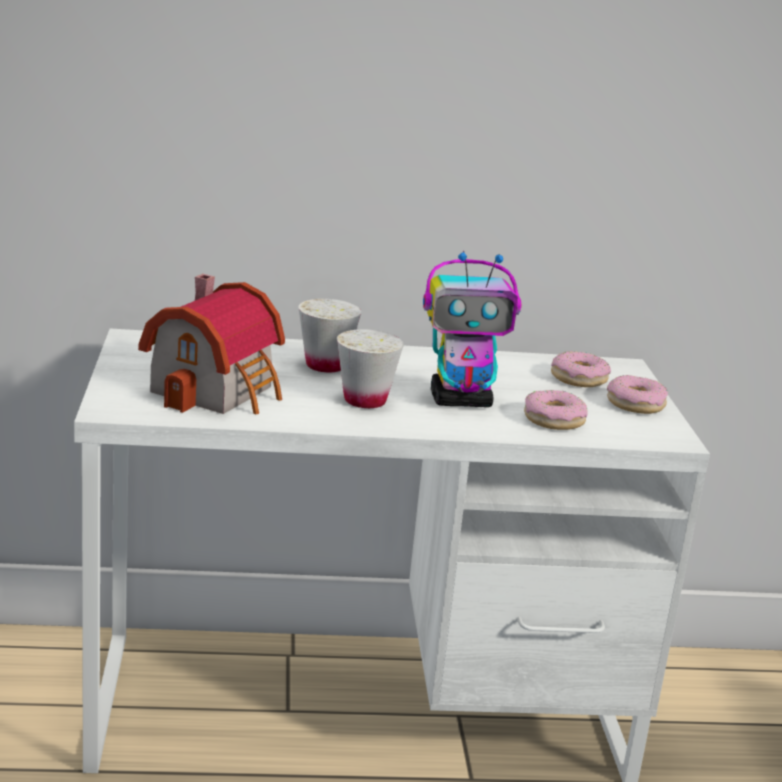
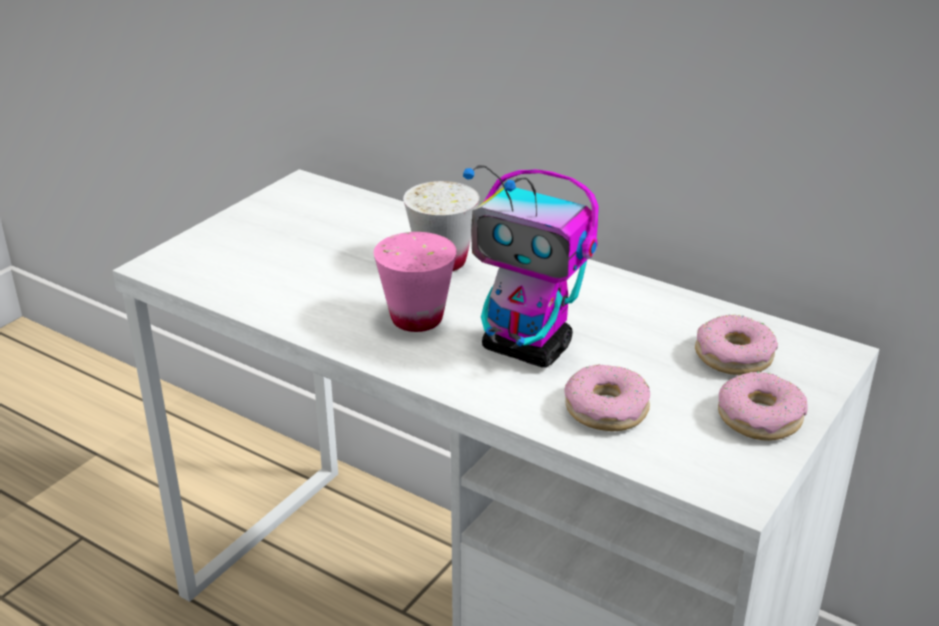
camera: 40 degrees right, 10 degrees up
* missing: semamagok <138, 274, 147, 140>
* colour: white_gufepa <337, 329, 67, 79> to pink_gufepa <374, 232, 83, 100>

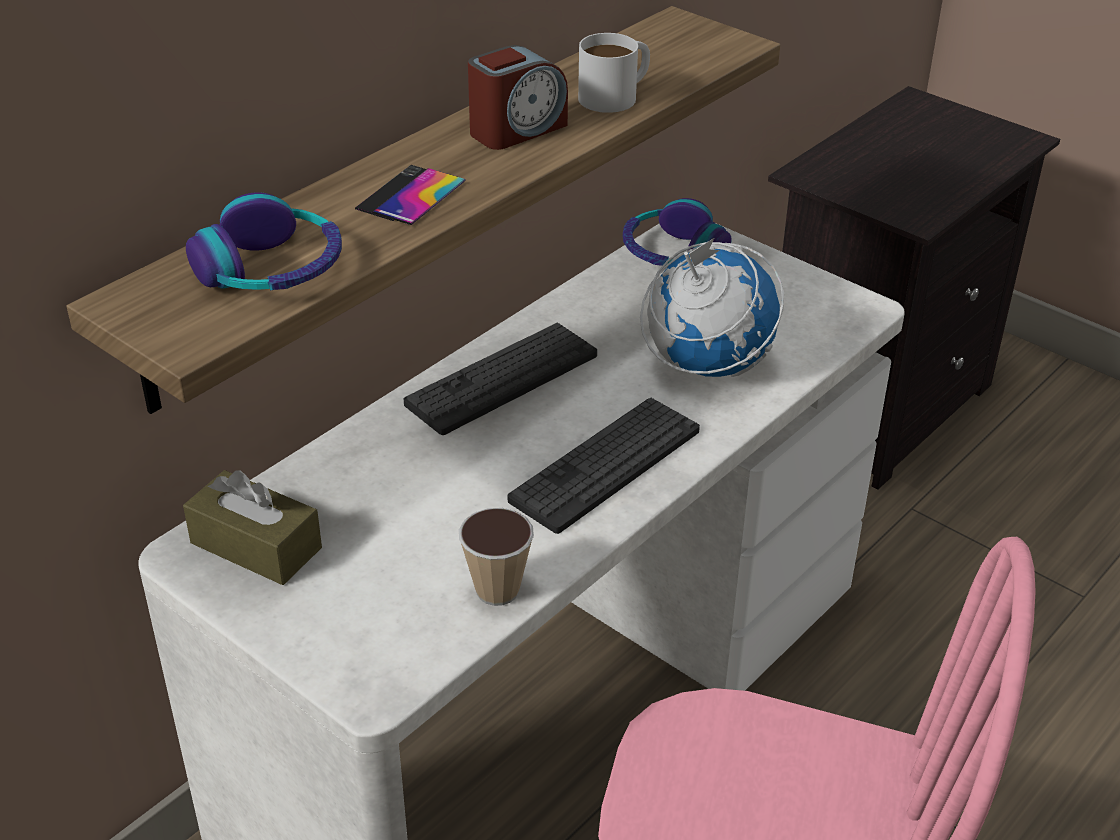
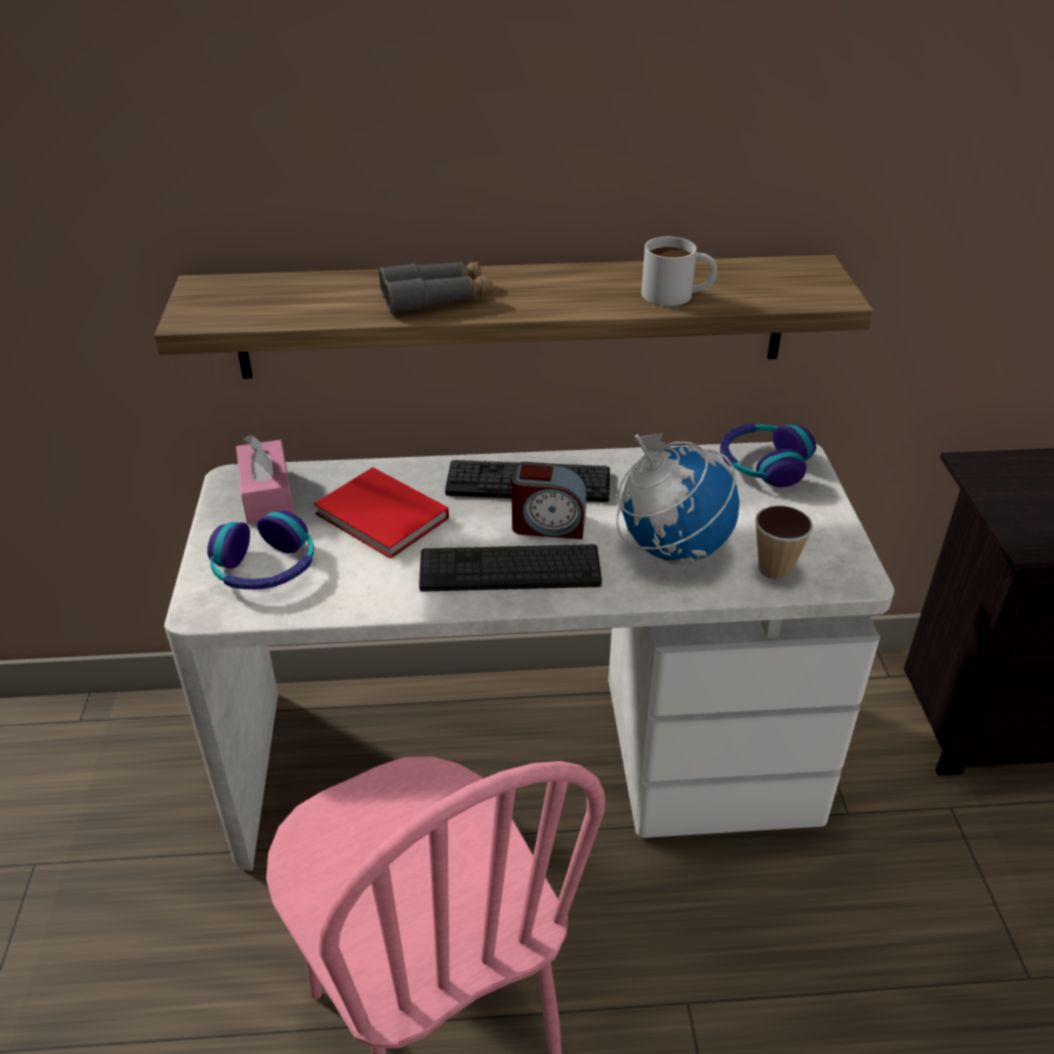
camera: 45 degrees right, 0 degrees up
* colour: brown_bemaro <183, 470, 139, 115> to pink_bemaro <236, 434, 58, 91>
* relocated: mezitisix <186, 192, 156, 98> to <207, 511, 107, 79>
* exchanged: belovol <355, 165, 111, 60> to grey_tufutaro <379, 262, 114, 52>
* relocated: gufepa <459, 508, 75, 98> to <755, 506, 58, 74>
* relocated: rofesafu <468, 45, 100, 105> to <512, 462, 75, 77>
* appeared: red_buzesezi <314, 467, 135, 92>

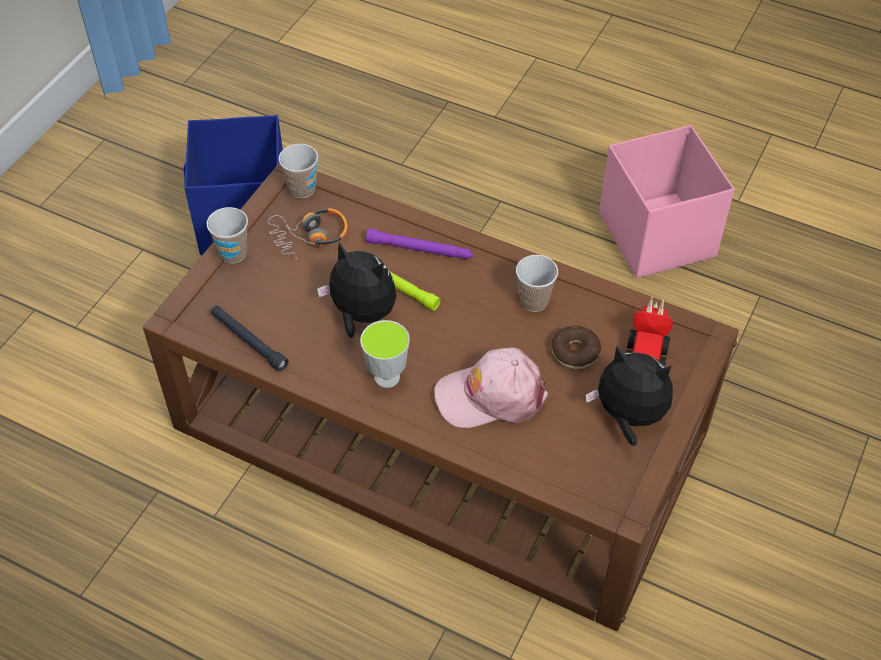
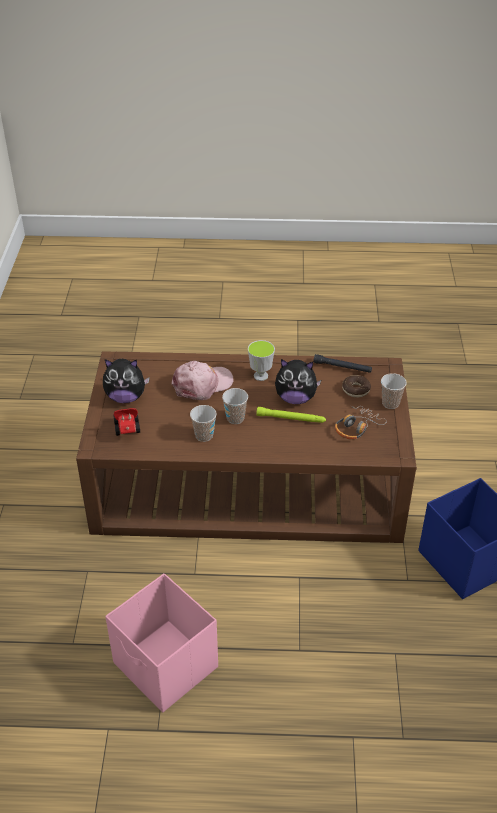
camera: 155 degrees right, 10 degrees down
* relocated: gufepa <279, 144, 39, 54> to <222, 388, 26, 36>
* missing: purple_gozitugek <366, 228, 107, 31>
* relocated: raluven <552, 326, 49, 43> to <342, 375, 29, 23>

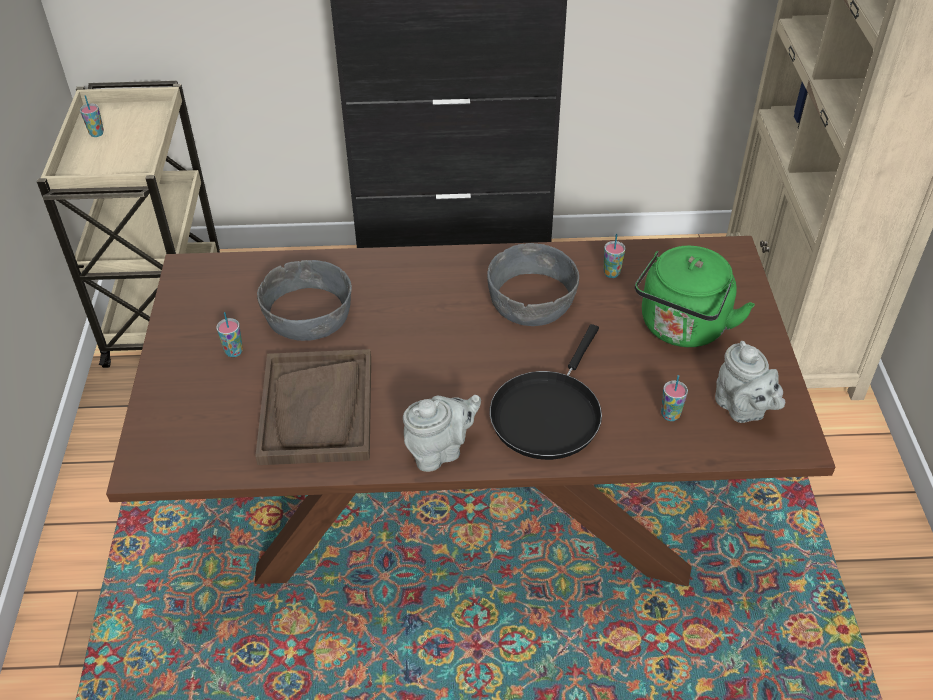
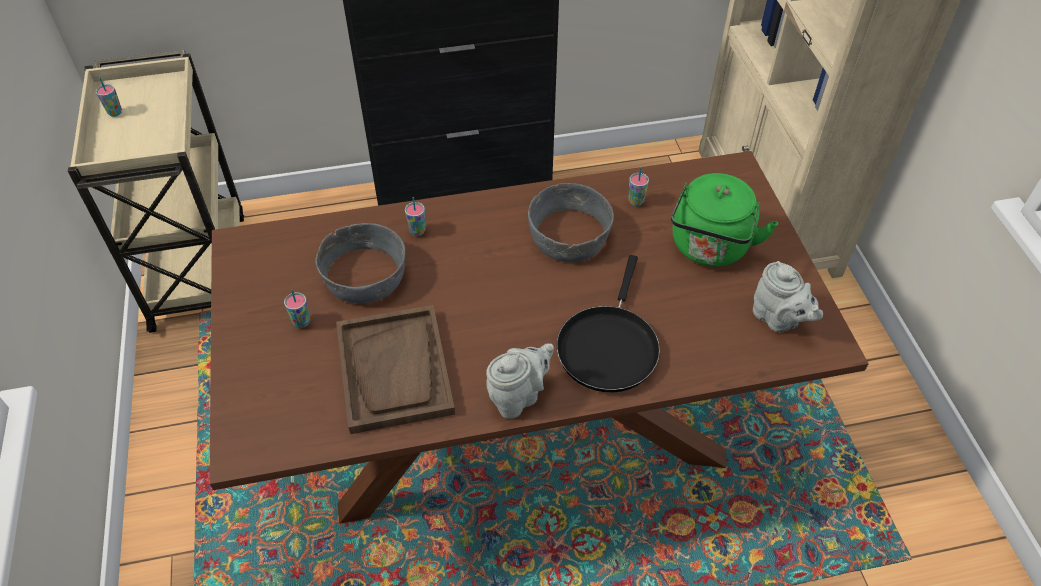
camera: 10 degrees left, 5 degrees up
* relocated: gufepa <661, 375, 27, 46> to <405, 197, 20, 39>

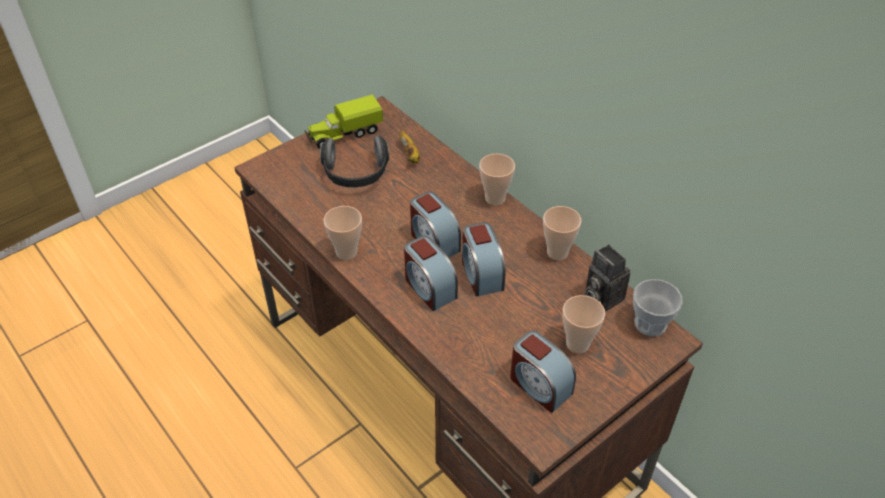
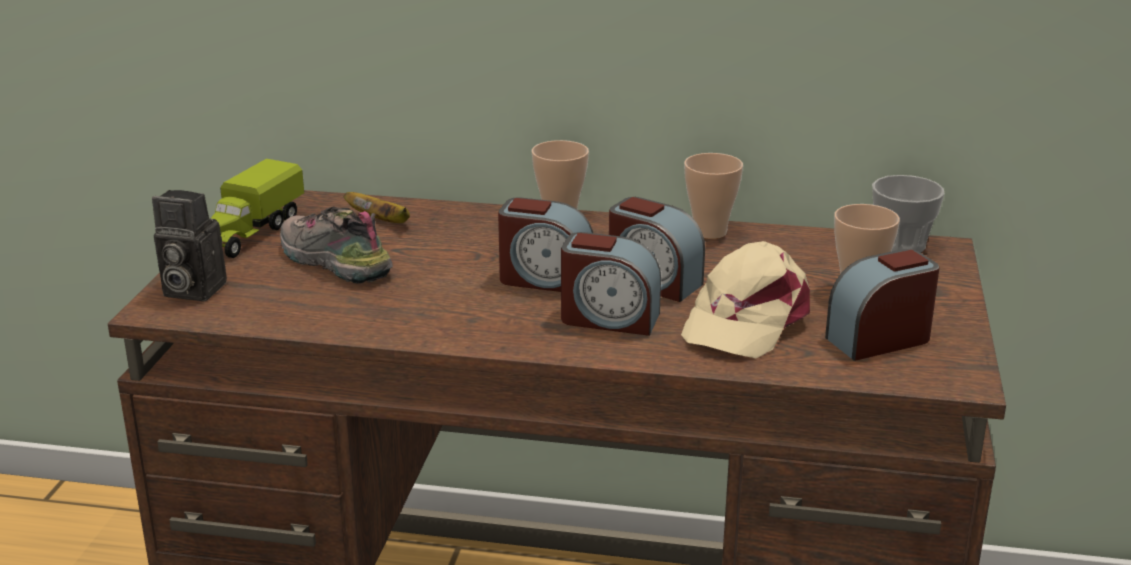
camera: 40 degrees left, 20 degrees down
* exchanged: mezitisix <320, 135, 69, 52> to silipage <280, 206, 113, 78>
* missing: gufepa <324, 206, 38, 54>
* spun: rofesafu <510, 331, 66, 82> = <825, 249, 114, 112> 150 degrees clockwise
* relocated: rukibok <585, 245, 45, 67> to <152, 190, 75, 111>
* appeared: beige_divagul <681, 241, 129, 117>

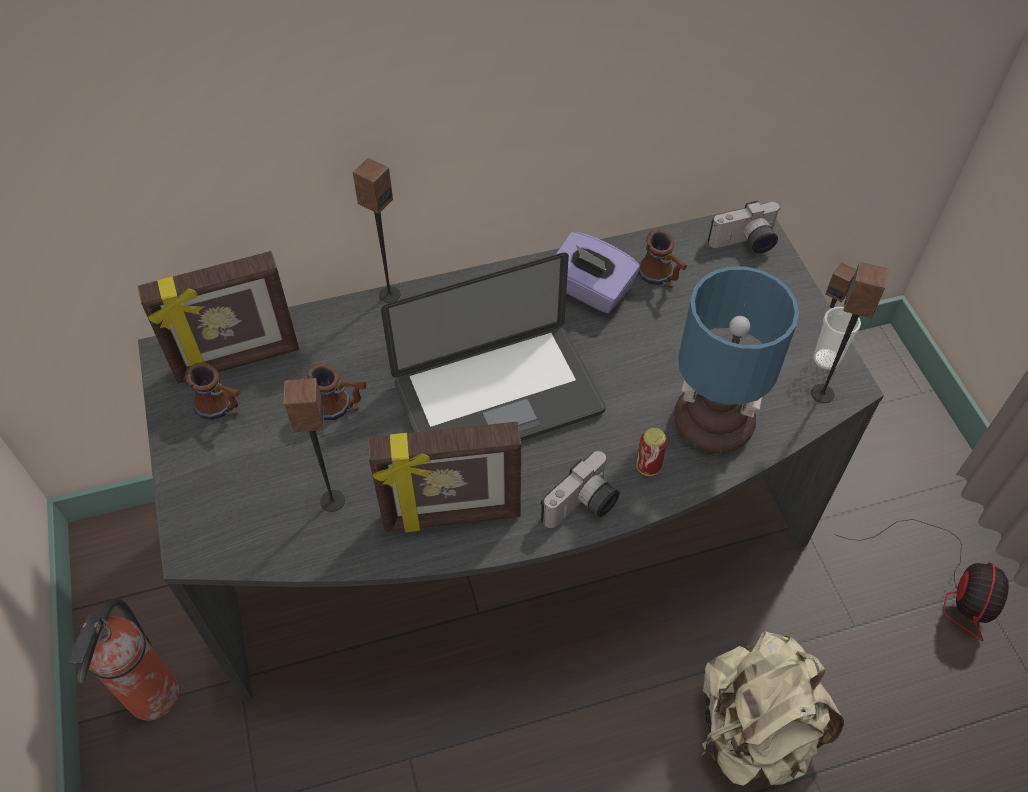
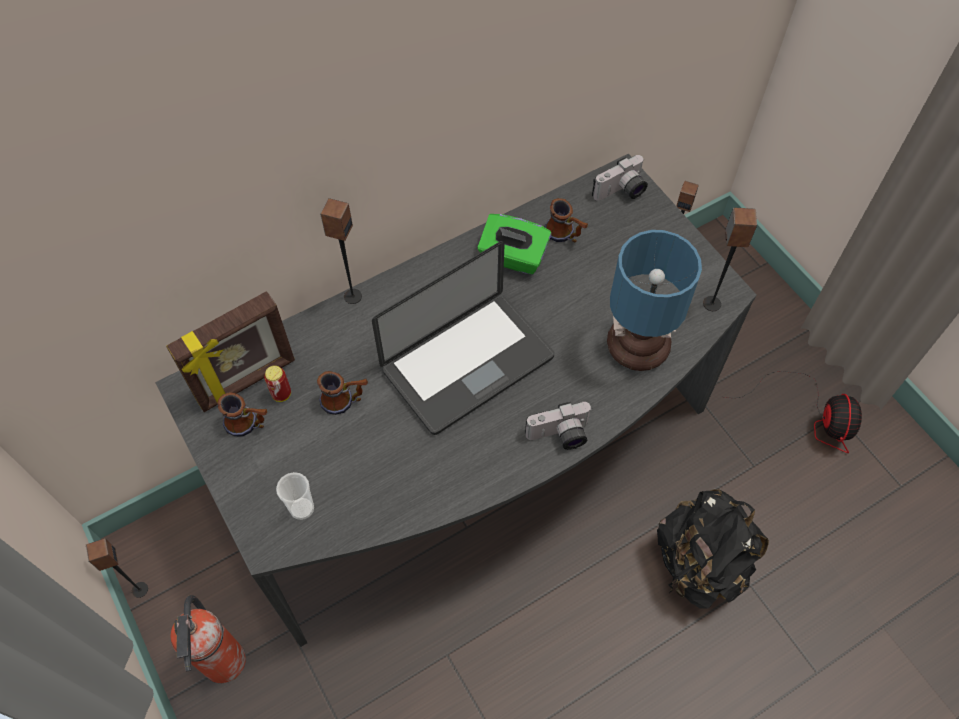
camera: 15 degrees left, 5 degrees up
* relocated: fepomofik <284, 378, 61, 134> to <86, 538, 62, 60>
* missing: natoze <368, 422, 153, 110>
* spun: rukibok <541, 451, 79, 77> = <525, 402, 67, 48> 45 degrees clockwise
* colour: purple_bemaro <556, 232, 84, 82> to green_bemaro <477, 214, 74, 61>
* relocated: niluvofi <636, 428, 31, 48> to <264, 366, 27, 36>
* colour: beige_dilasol <701, 631, 143, 155> to black_dilasol <657, 489, 112, 120>
* relocated: gufepa <813, 307, 48, 63> to <276, 472, 38, 48>

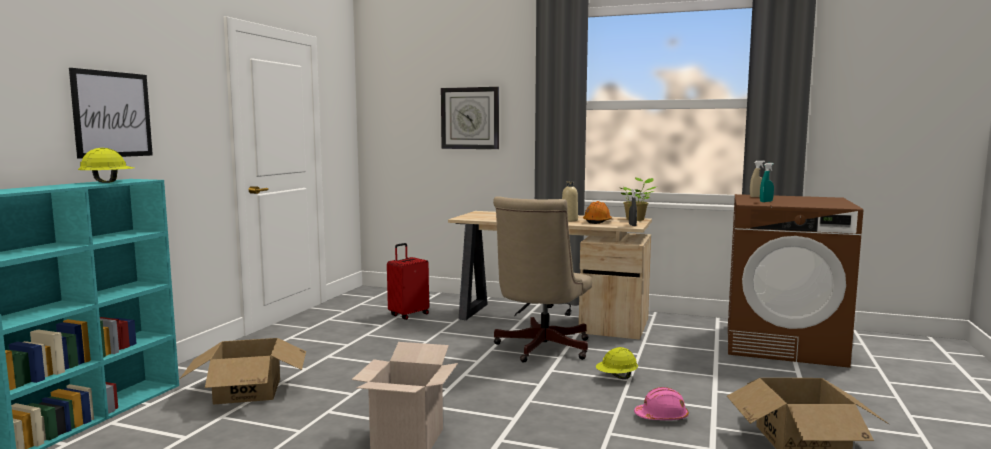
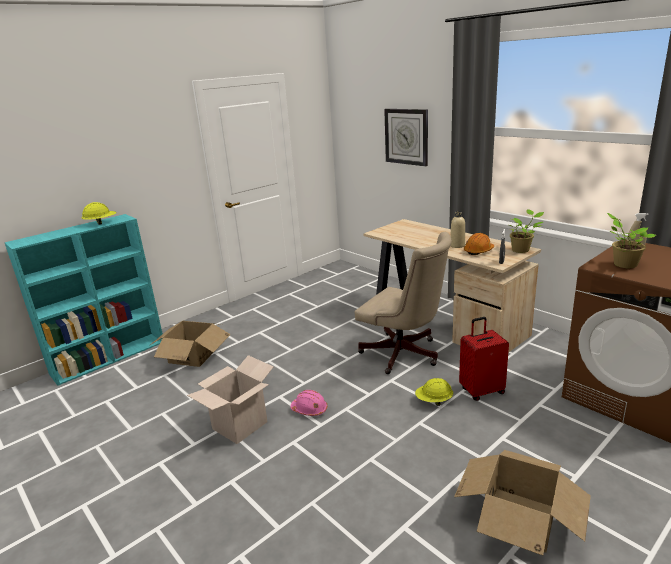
camera: 30 degrees right, 15 degrees up
* missing: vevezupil <69, 68, 84, 91>
* relocated: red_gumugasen <387, 243, 42, 77> to <459, 317, 50, 84>
* spun: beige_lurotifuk <493, 196, 99, 167> = <355, 232, 97, 142> 105 degrees counterclockwise
* relocated: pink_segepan <634, 387, 55, 33> to <290, 390, 38, 26>
* exchanged: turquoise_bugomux <760, 163, 14, 39> to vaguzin <607, 213, 49, 55>

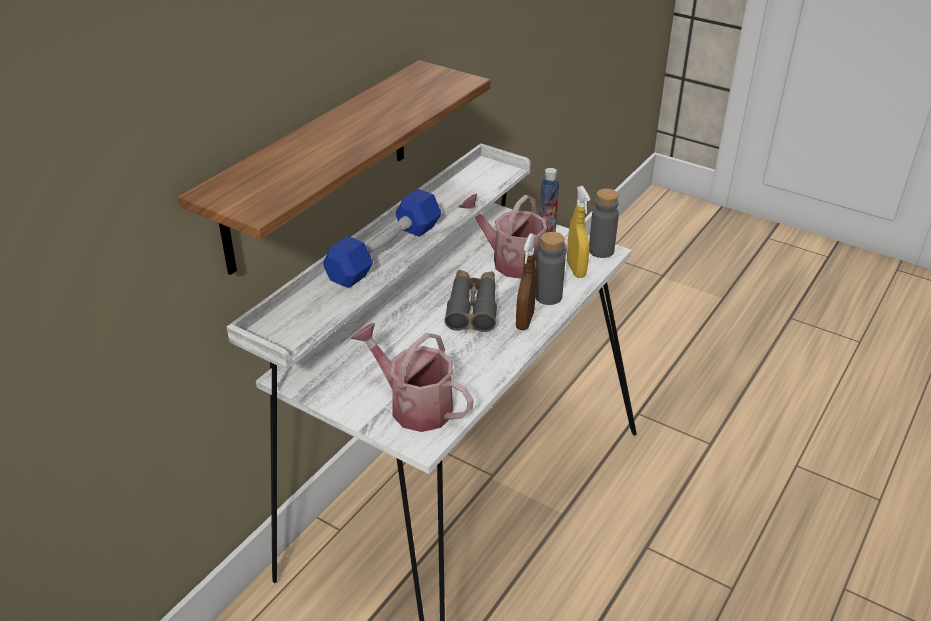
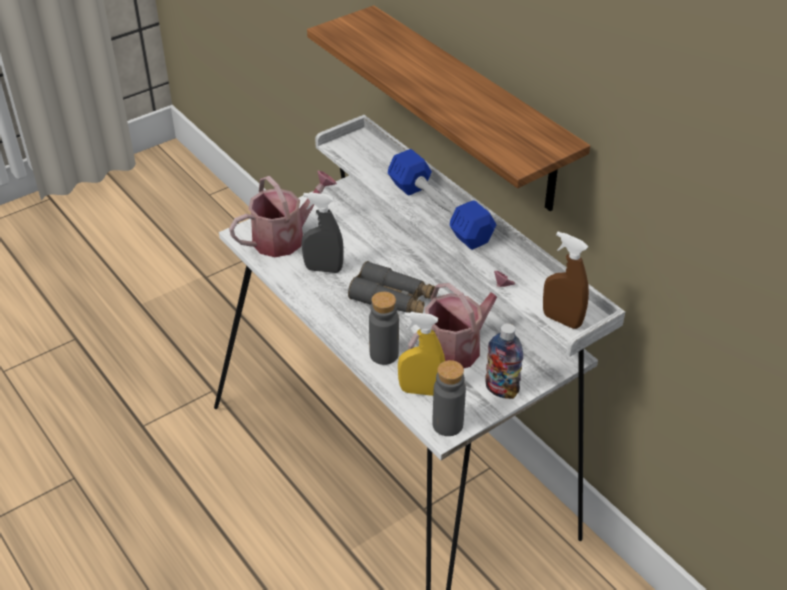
camera: 110 degrees right, 5 degrees up
* relocated: brown_bugomux <516, 234, 20, 96> to <543, 231, 46, 98>
* appeared: grey_bugomux <301, 192, 43, 81>

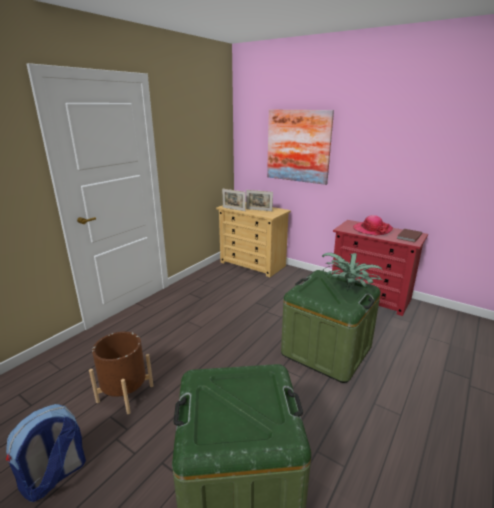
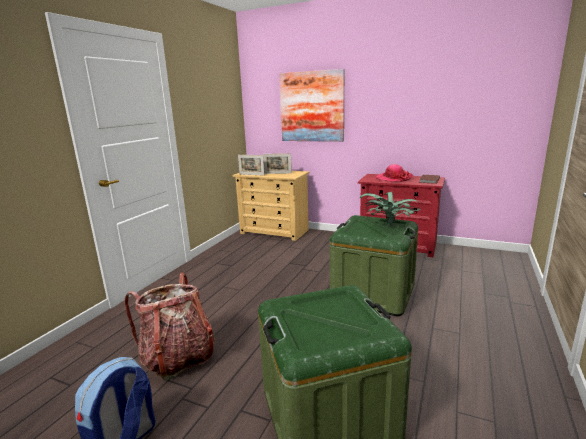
camera: 10 degrees left, 5 degrees down
* exchanged: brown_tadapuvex <89, 332, 64, 82> to dilasol <124, 273, 91, 107>

